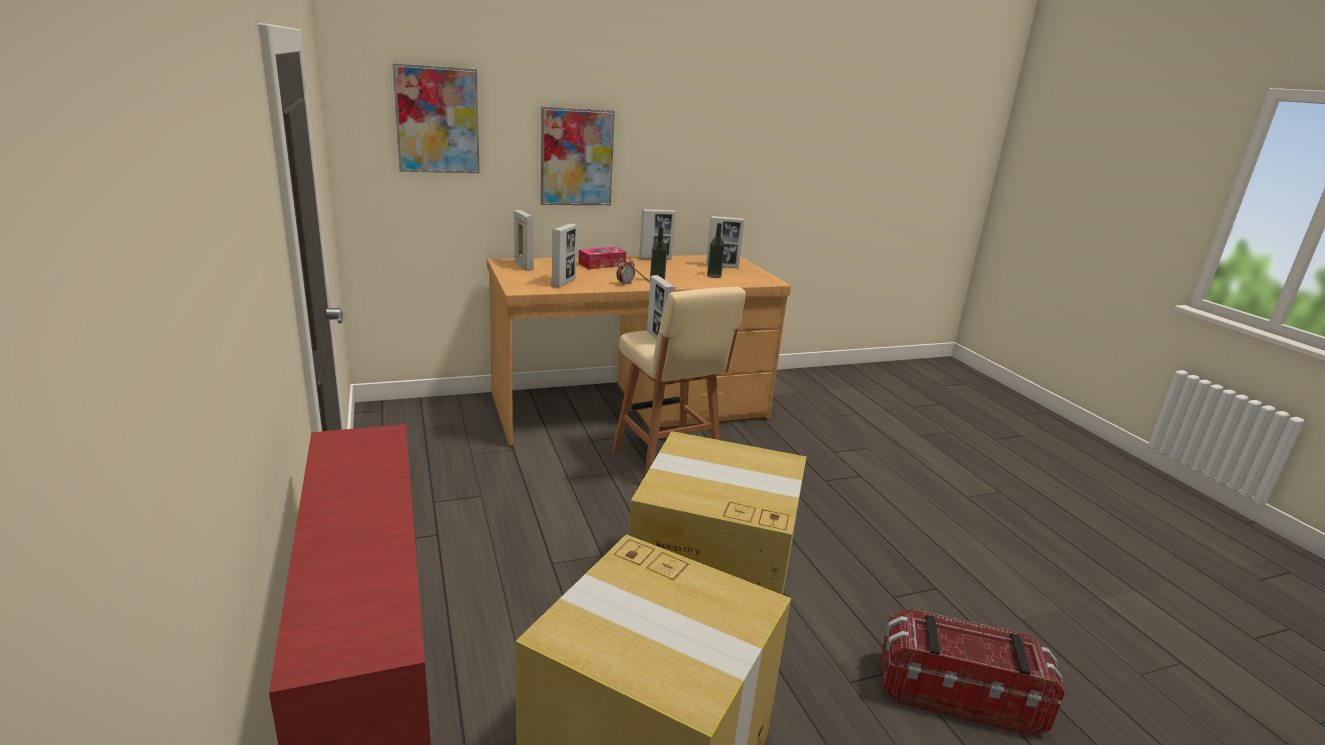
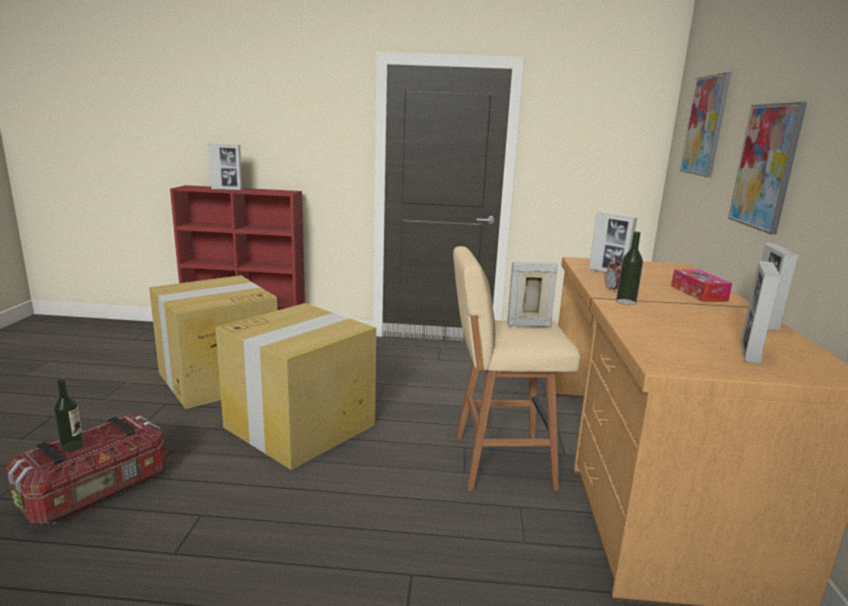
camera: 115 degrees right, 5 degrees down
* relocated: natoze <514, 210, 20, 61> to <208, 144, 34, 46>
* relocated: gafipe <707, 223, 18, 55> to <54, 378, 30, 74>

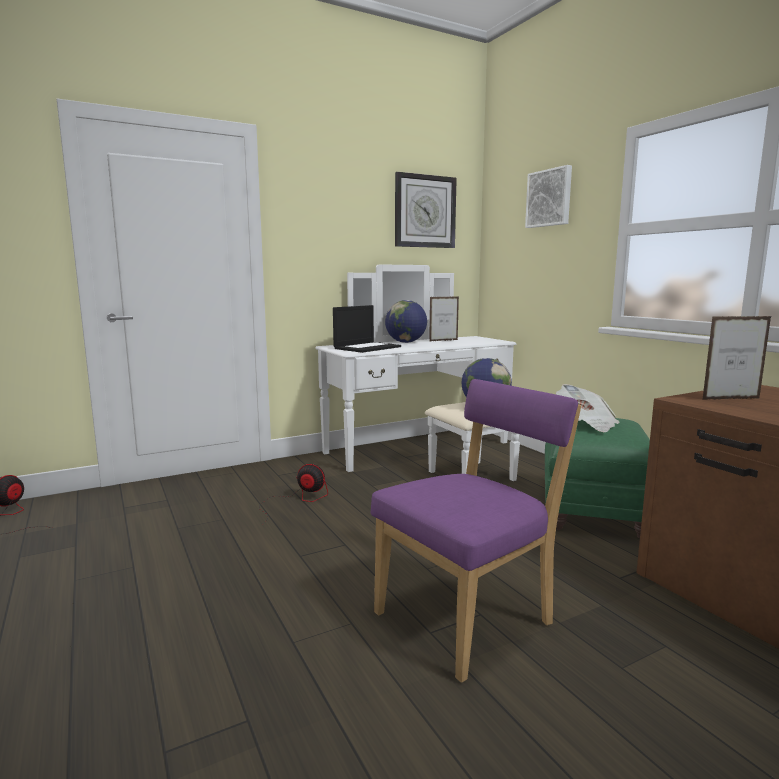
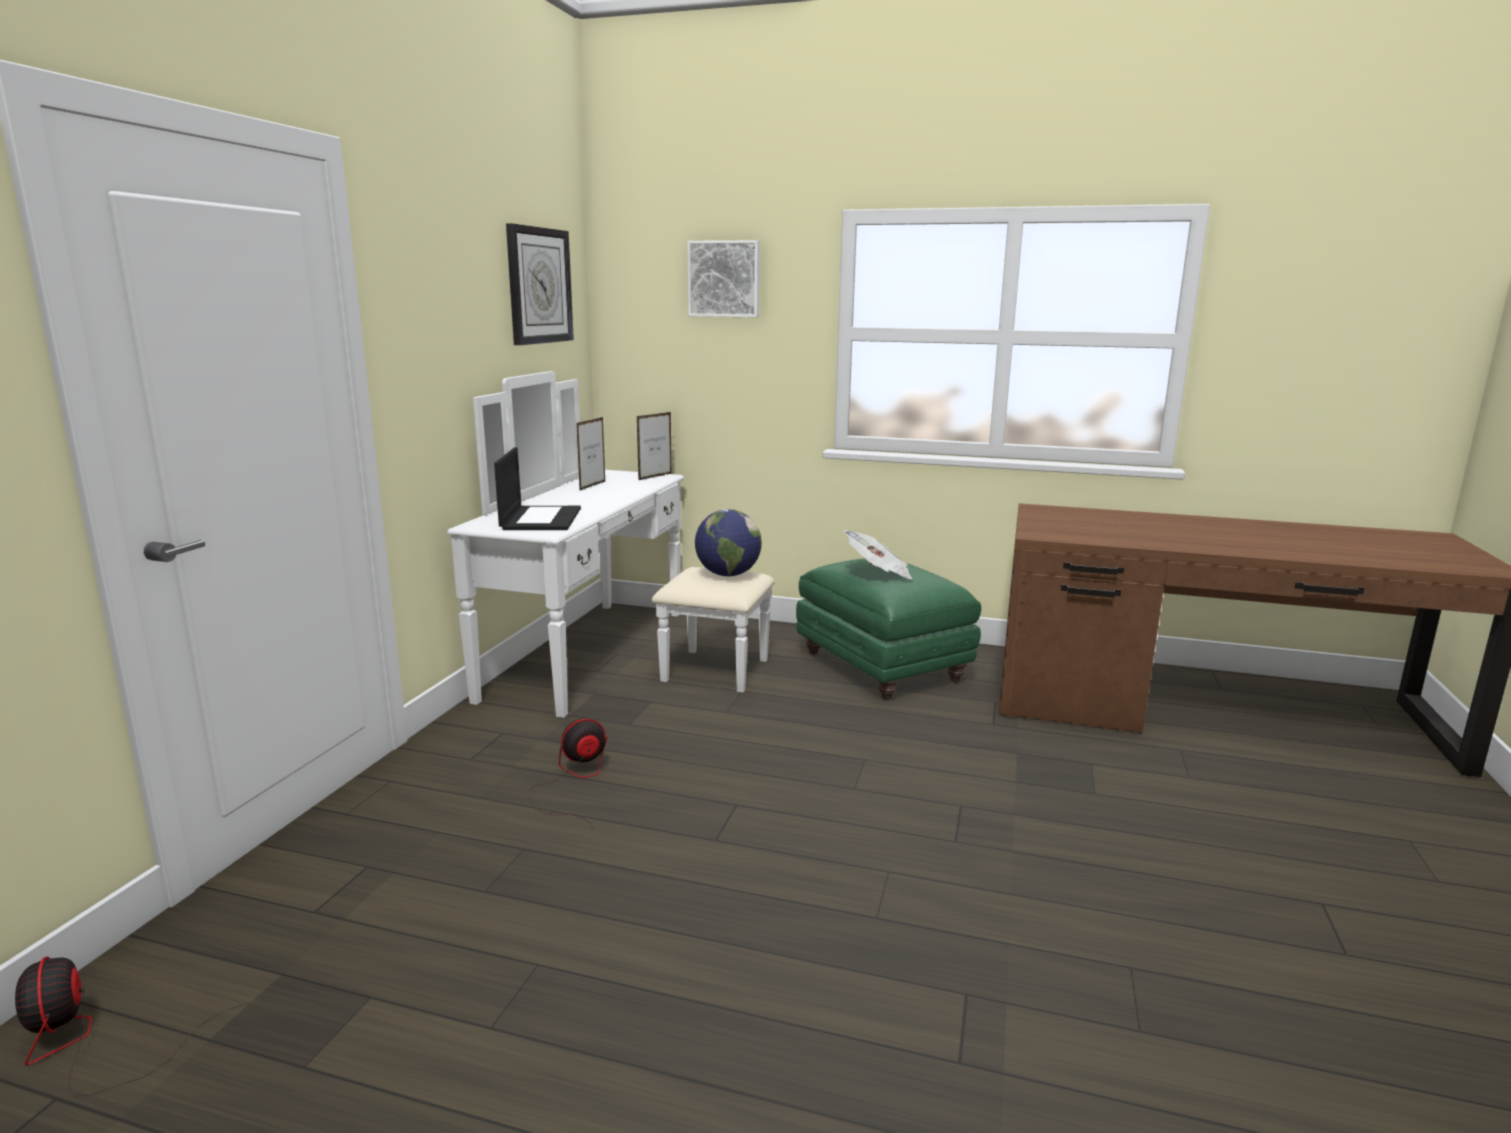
camera: 45 degrees left, 5 degrees up
* missing: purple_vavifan <370, 379, 211, 304>
* missing: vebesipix <385, 300, 42, 43>
* relocated: natoze <702, 316, 69, 84> to <637, 412, 35, 69>

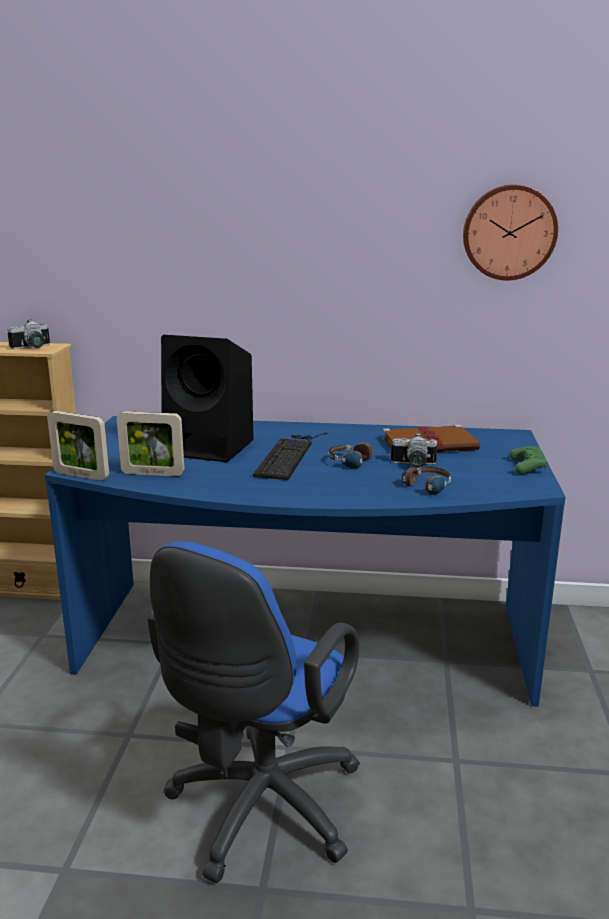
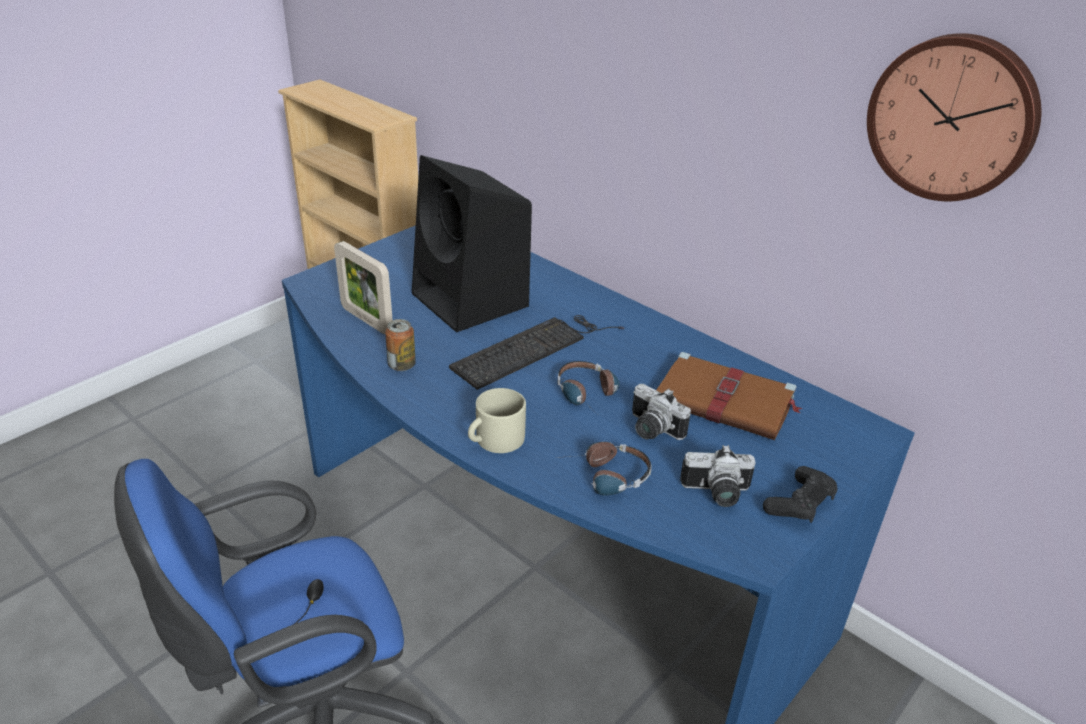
camera: 35 degrees right, 15 degrees up
* relocated: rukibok <8, 319, 42, 30> to <680, 445, 76, 62>
* missing: natoze <47, 411, 62, 70>
* colour: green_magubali <509, 446, 38, 28> to black_magubali <763, 466, 75, 57>
* appeared: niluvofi <385, 319, 31, 52>
* appeared: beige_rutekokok <468, 388, 58, 65>

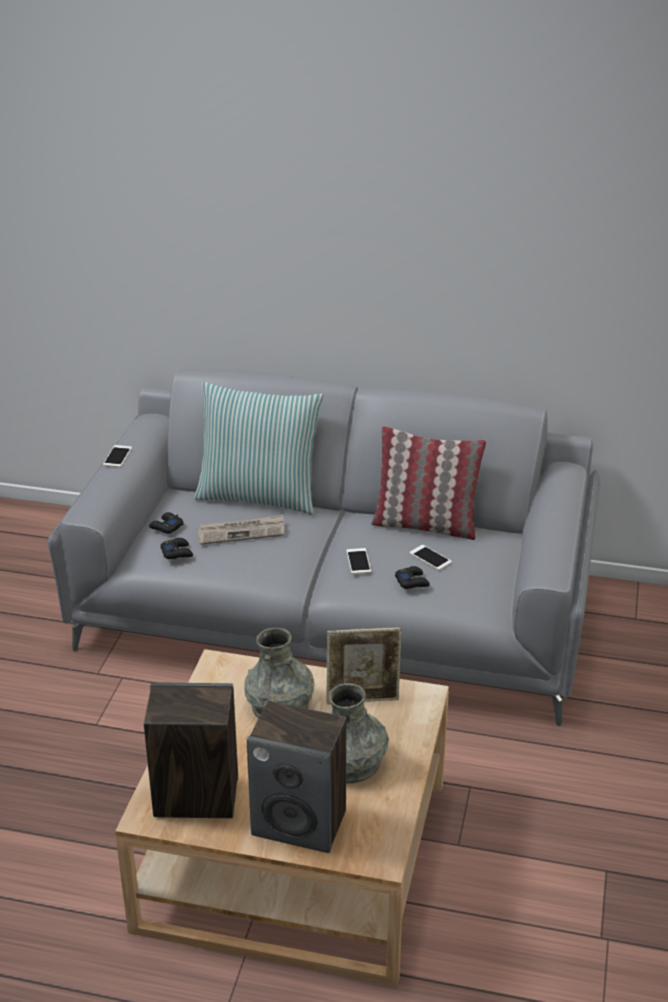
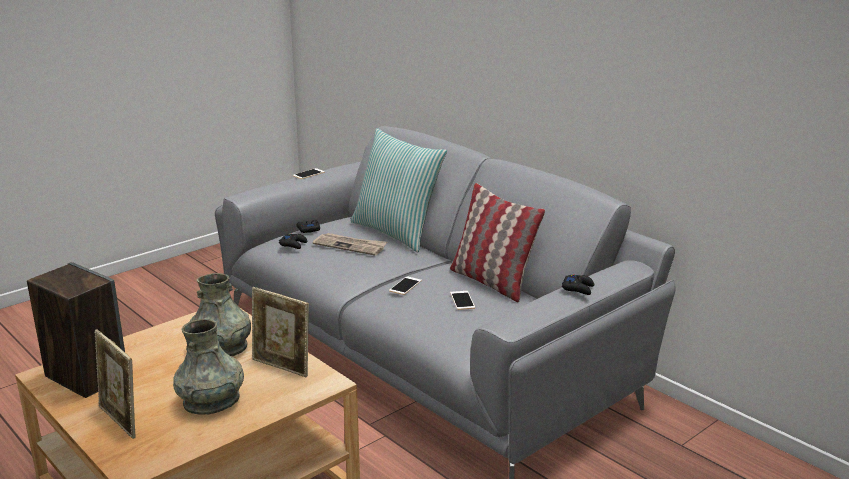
camera: 35 degrees right, 10 degrees down
* exchanged: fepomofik <247, 701, 100, 152> to natoze <95, 329, 40, 110>
* relocated: black_magubali <395, 566, 35, 23> to <562, 274, 32, 21>

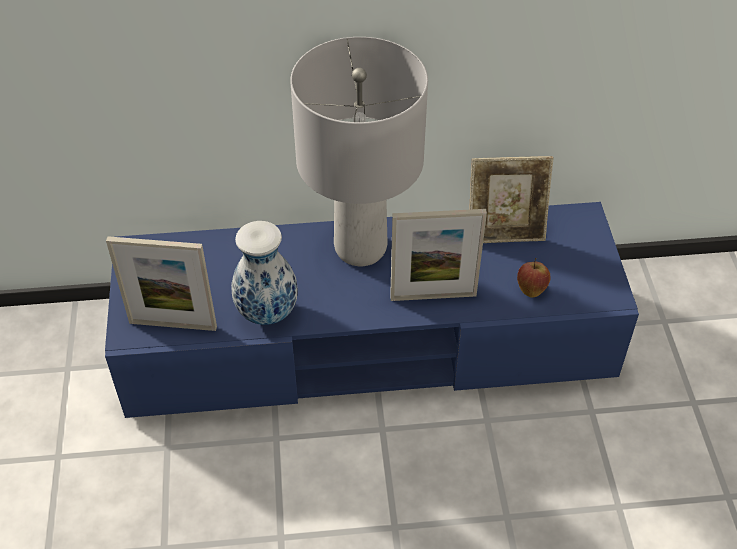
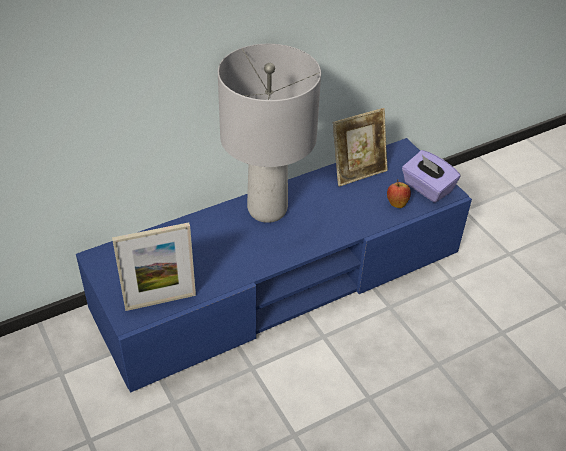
camera: 25 degrees left, 5 degrees down
* missing: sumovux <231, 221, 67, 104>
* missing: natoze <390, 209, 97, 92>
* appeared: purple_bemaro <402, 150, 59, 53>

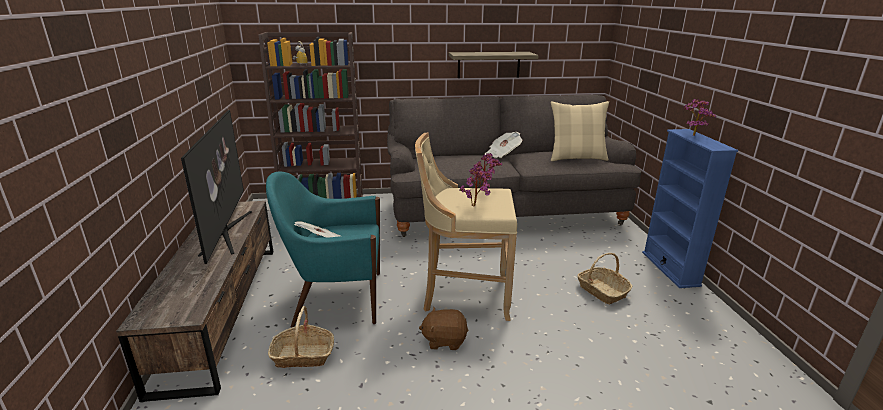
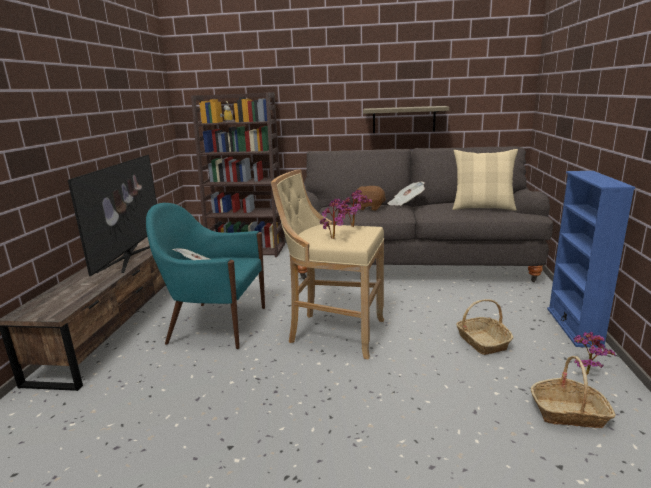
camera: 15 degrees right, 5 degrees down
* relocated: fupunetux <268, 306, 66, 62> to <531, 356, 85, 72>
* relocated: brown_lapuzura <419, 307, 50, 43> to <352, 186, 34, 25>
* relocated: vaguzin <683, 99, 33, 37> to <574, 331, 42, 44>

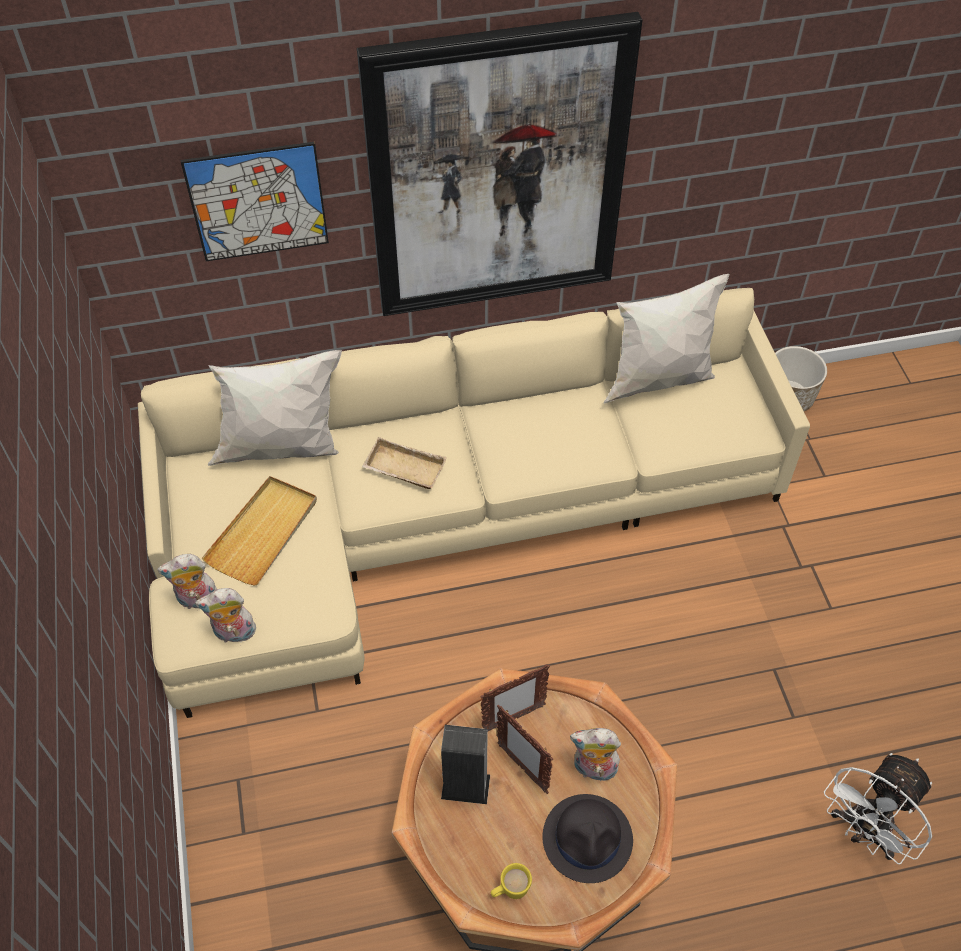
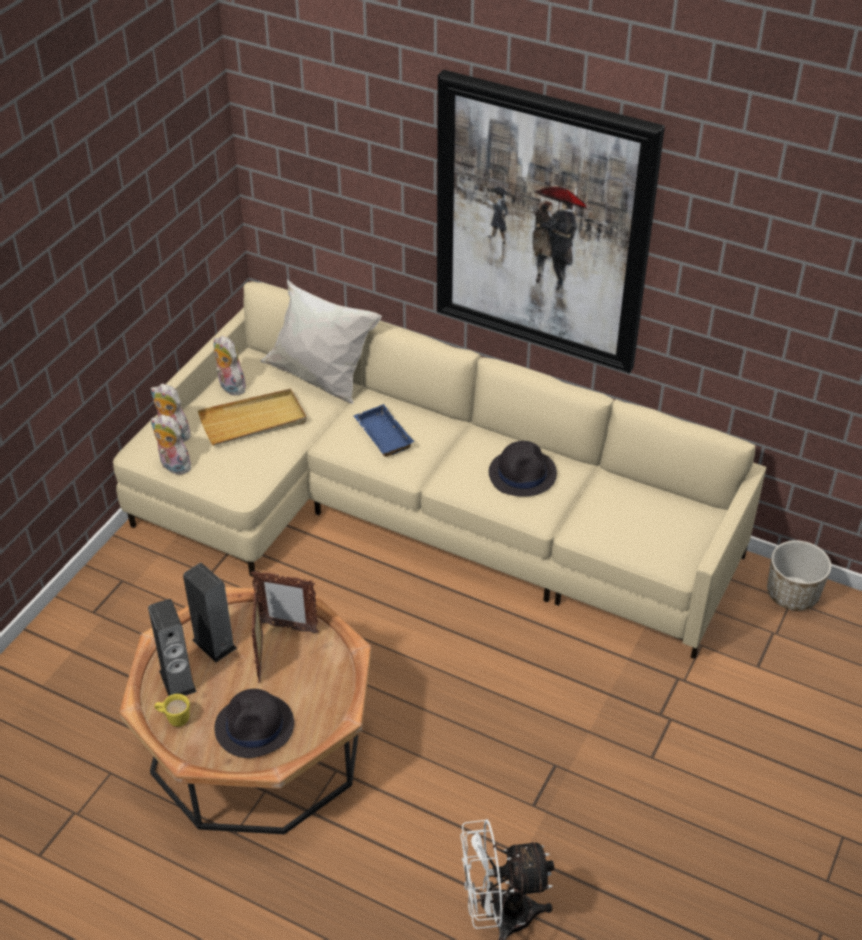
camera: 40 degrees right, 10 degrees down
* missing: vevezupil <180, 142, 149, 119>
* colour: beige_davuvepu <362, 437, 85, 52> to blue_davuvepu <353, 404, 61, 53>
* relocated: lapuzura <570, 728, 51, 53> to <214, 336, 32, 60>
* missing: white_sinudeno <603, 274, 126, 130>
* appeared: fepomofik <148, 599, 49, 97>
* appeared: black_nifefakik <489, 441, 68, 56>

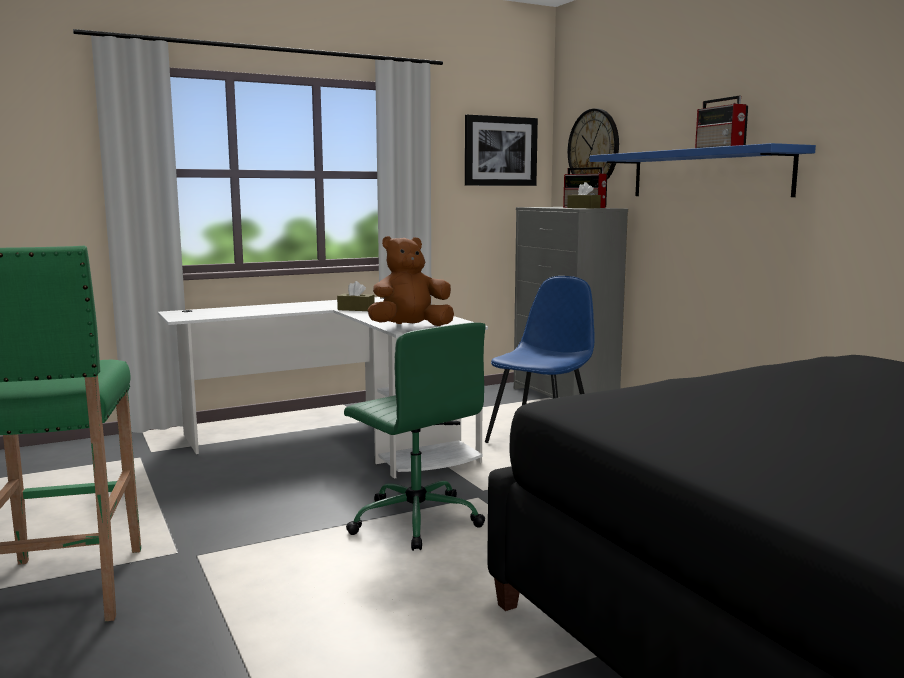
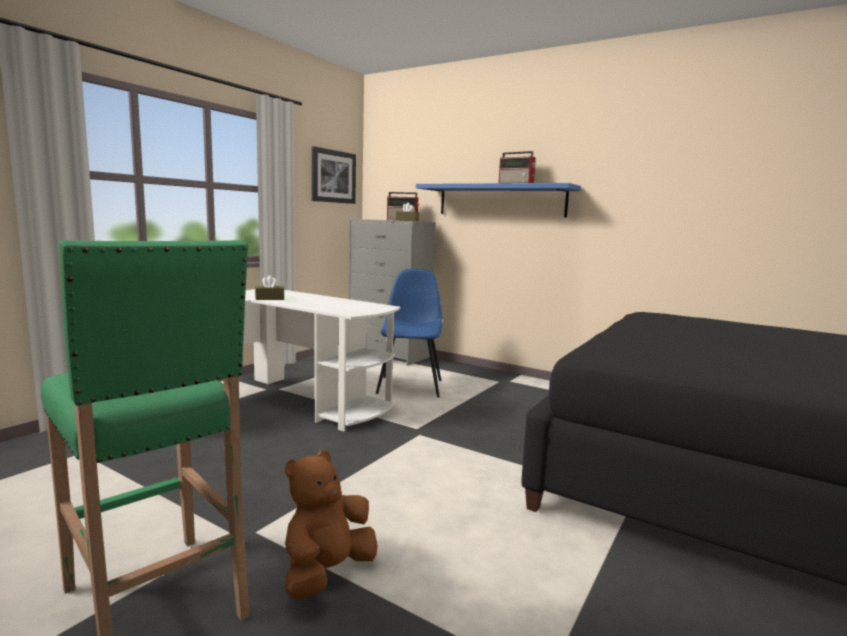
camera: 30 degrees left, 0 degrees up
* missing: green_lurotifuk <344, 323, 142, 228>
* relocated: brown_lapuzura <368, 236, 86, 90> to <285, 450, 93, 150>
* missing: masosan <568, 108, 51, 72>

